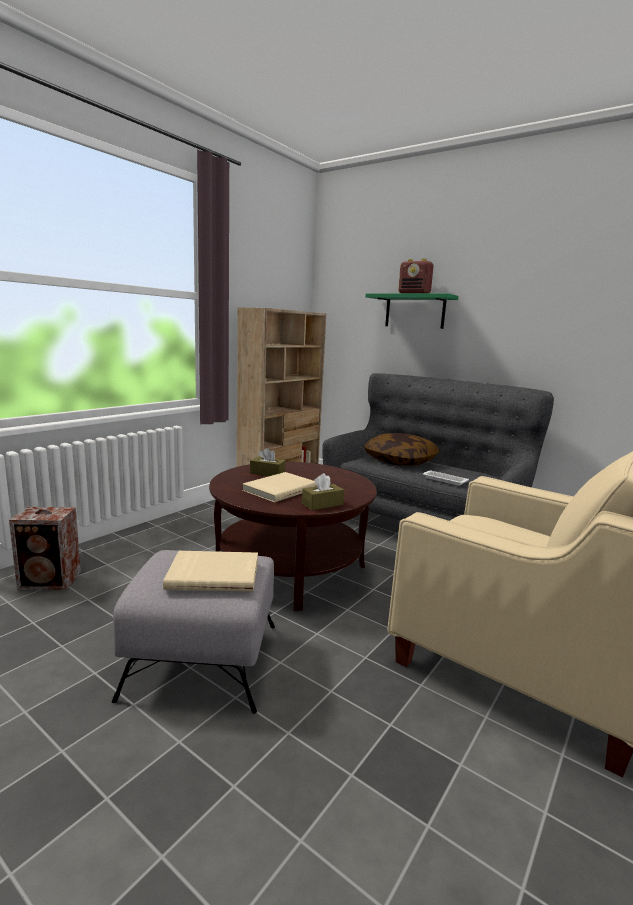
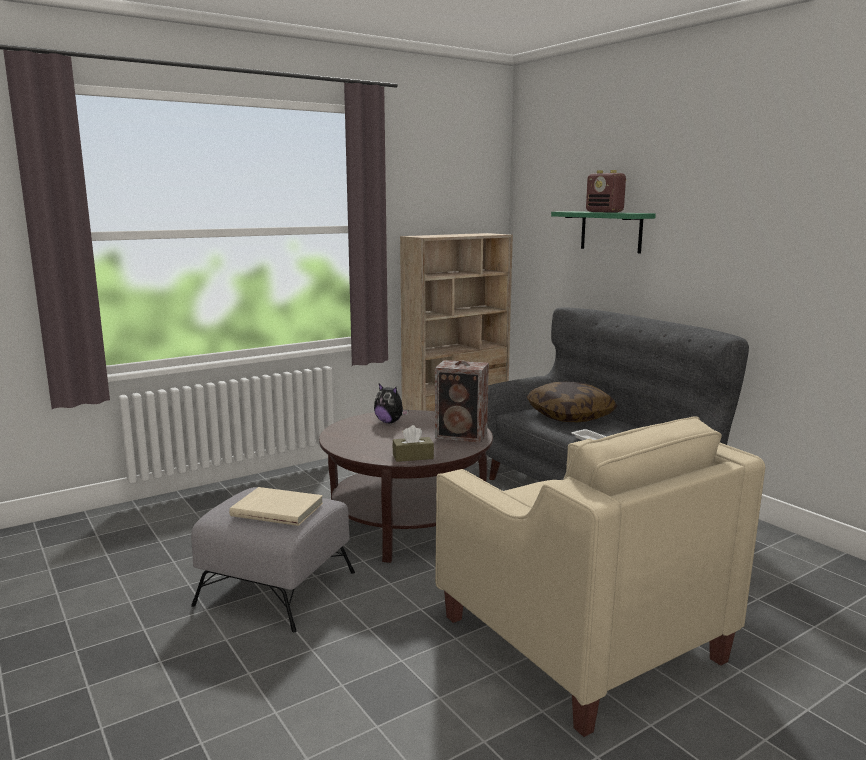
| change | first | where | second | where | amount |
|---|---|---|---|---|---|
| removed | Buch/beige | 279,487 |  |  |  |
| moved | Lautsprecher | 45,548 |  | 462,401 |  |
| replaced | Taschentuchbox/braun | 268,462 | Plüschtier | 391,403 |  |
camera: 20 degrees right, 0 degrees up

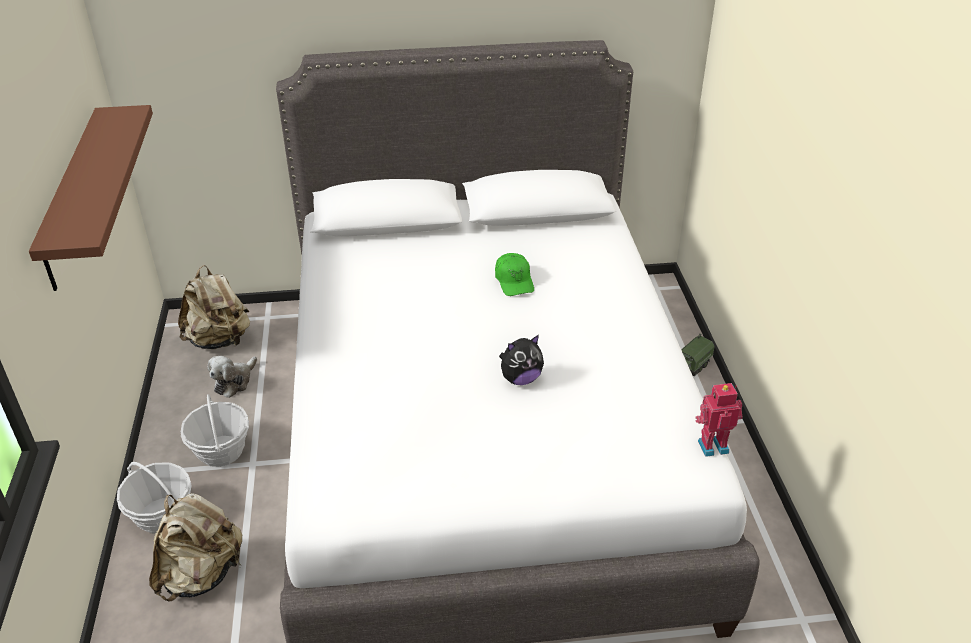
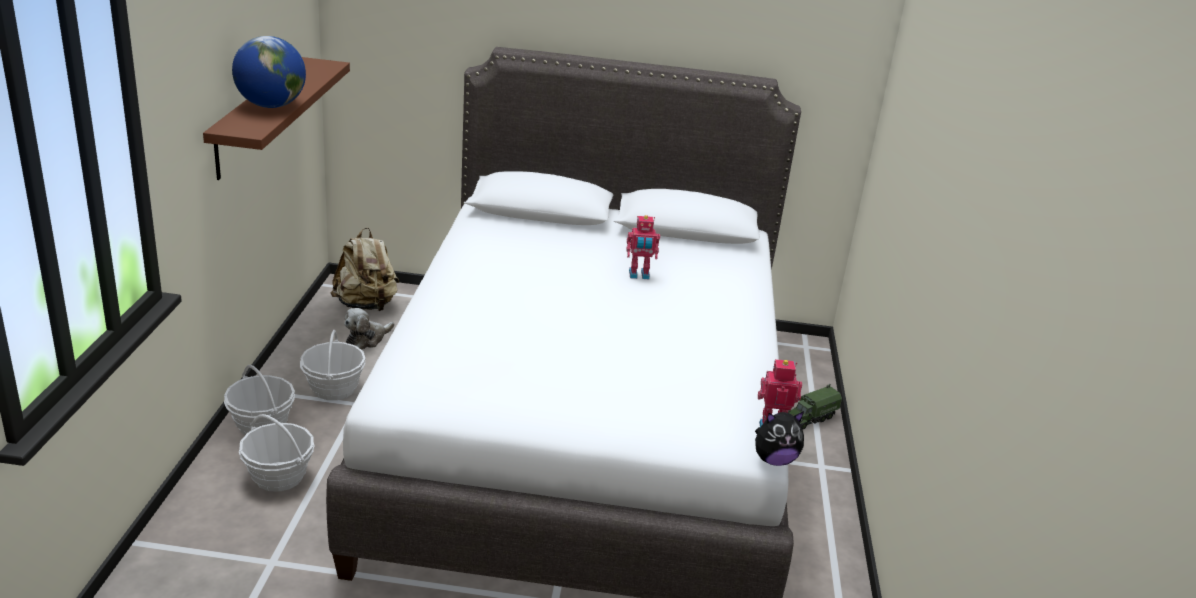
| change | first | where | second | where | amount |
|---|---|---|---|---|---|
| added |  |  | Globus | 269,72 |  |
| moved | Plüschtier | 521,360 |  | 779,438 |  |
| replaced | Rucksack/beige | 195,547 | Korb | 277,453 |  |
| replaced | Kappe/grün | 514,274 | Spielzeugroboter | 643,247 |  |
camera: 10 degrees right, 10 degrees down

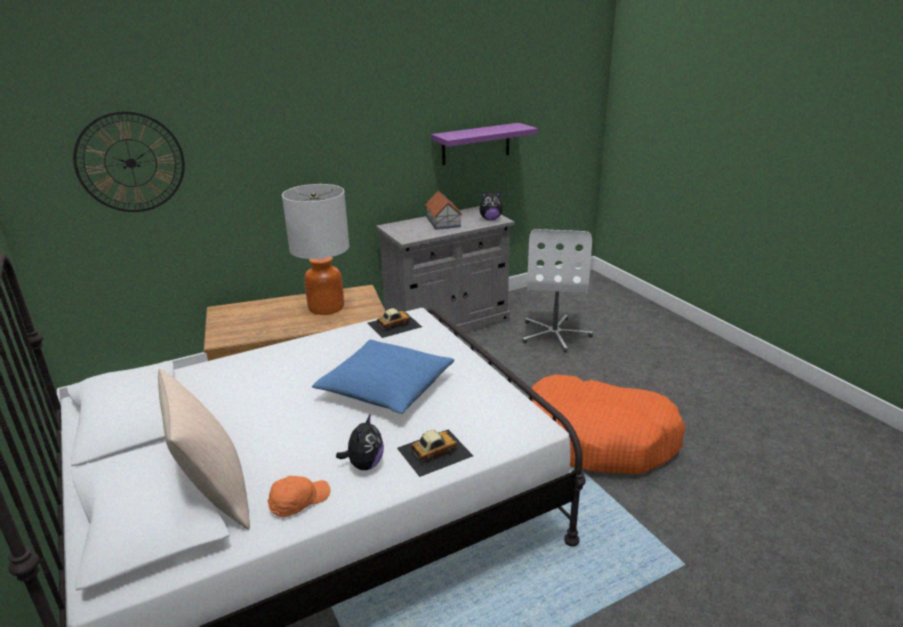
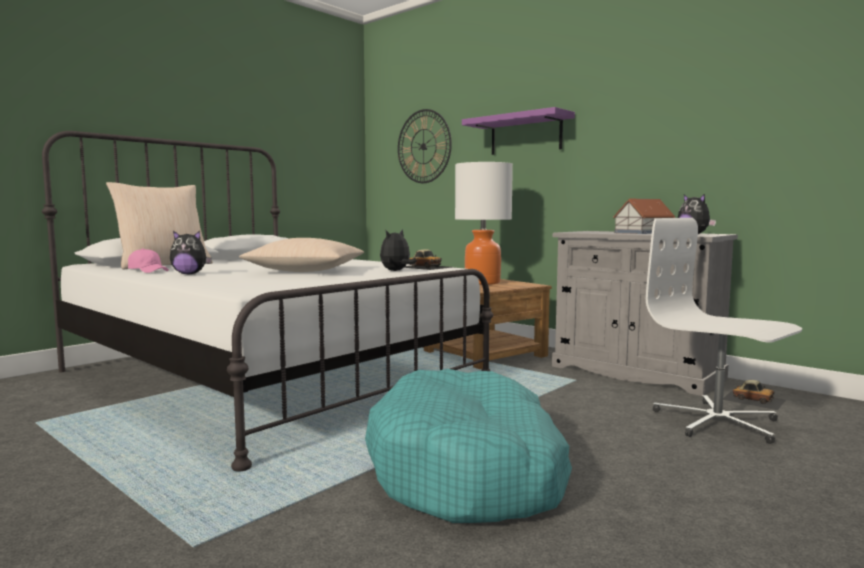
| change | first | where | second | where | amount |
|---|---|---|---|---|---|
| added |  |  | Plüschtier | 398,250 |  |
| moved | Spielzeugauto | 435,453 |  | 754,395 |  |
| moved | Wandregal/lila | 484,144 |  | 518,131 |  |
| recoloured | Kappe/orange | 299,496 | Kappe/rosa | 148,261 |  |
| recoloured | Kissen/blau | 383,377 | Kissen/beige | 301,255 |  |
| recoloured | Hundebett/orange | 608,424 | Hundebett/türkis | 468,446 |  |
| turned | Bürostuhl/weiß | 557,291 |  | 724,331 | 60 degrees clockwise |
camera: 70 degrees right, 20 degrees down

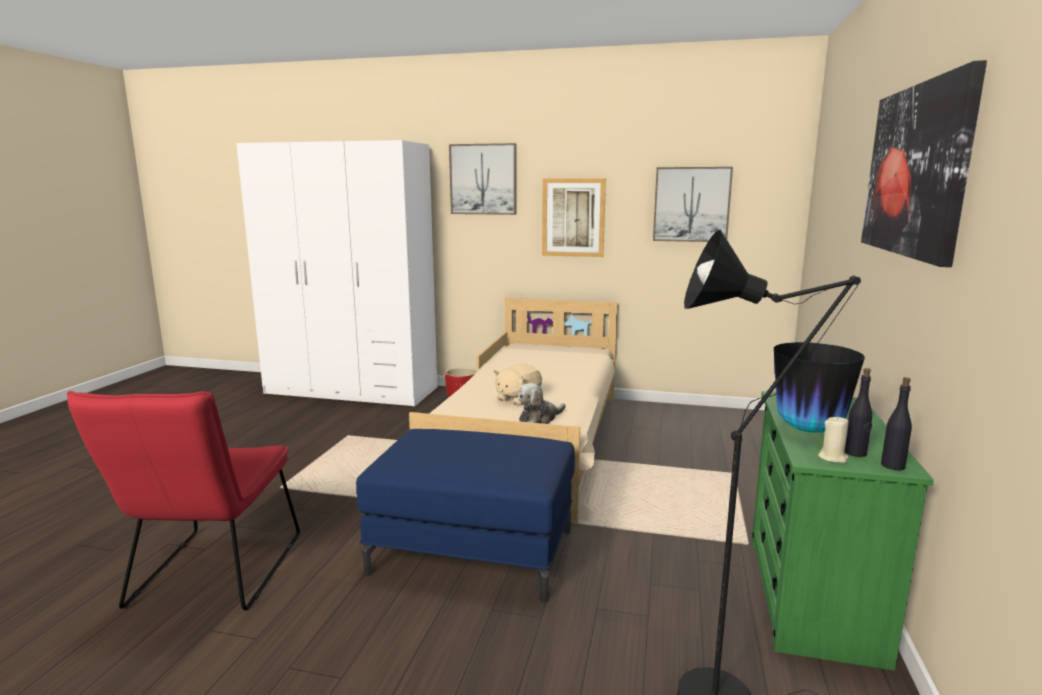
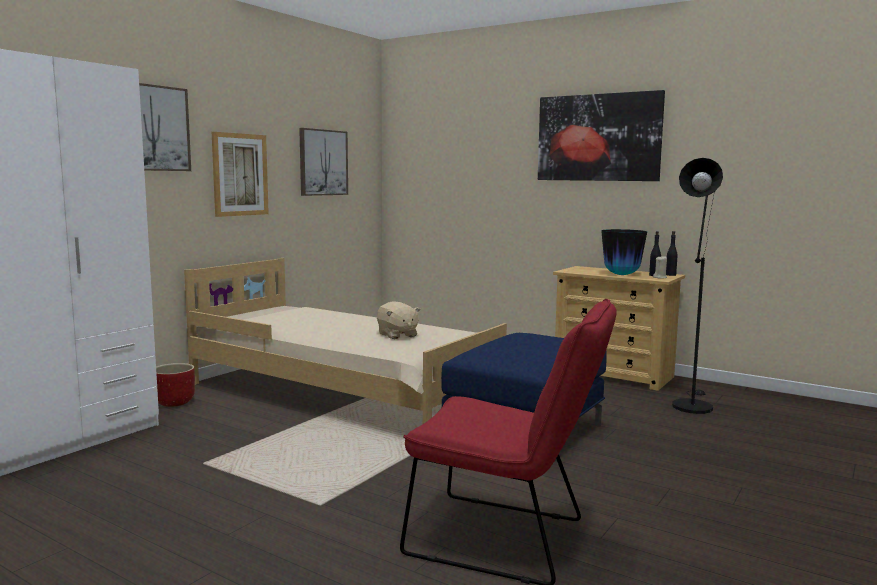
| change | first | where | second | where | amount |
|---|---|---|---|---|---|
| removed | Plüschtier | 541,403 |  |  |  |
| recoloured | Kommode/grün | 842,530 | Kommode/beige | 619,328 |  |
camera: 70 degrees left, 5 degrees down

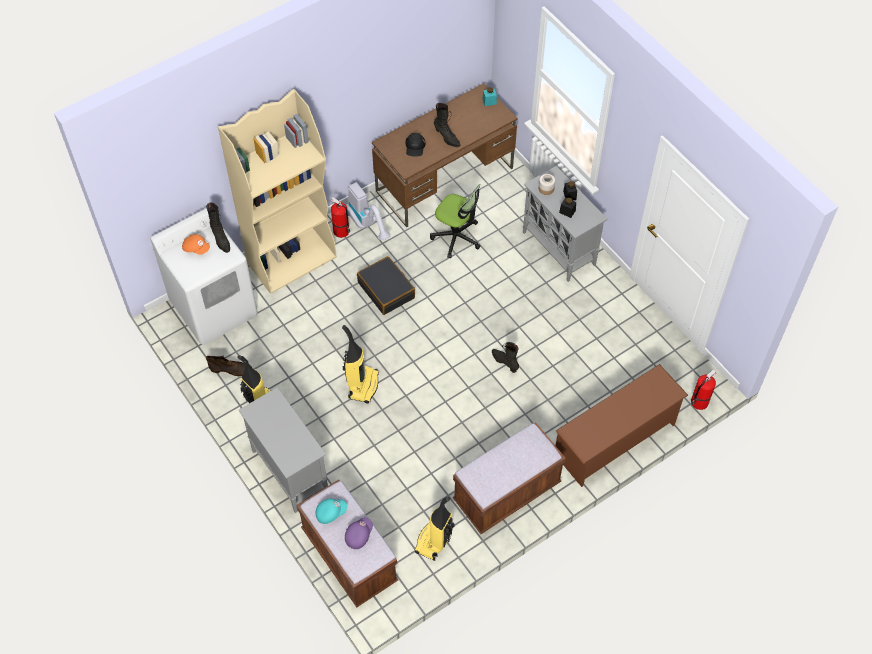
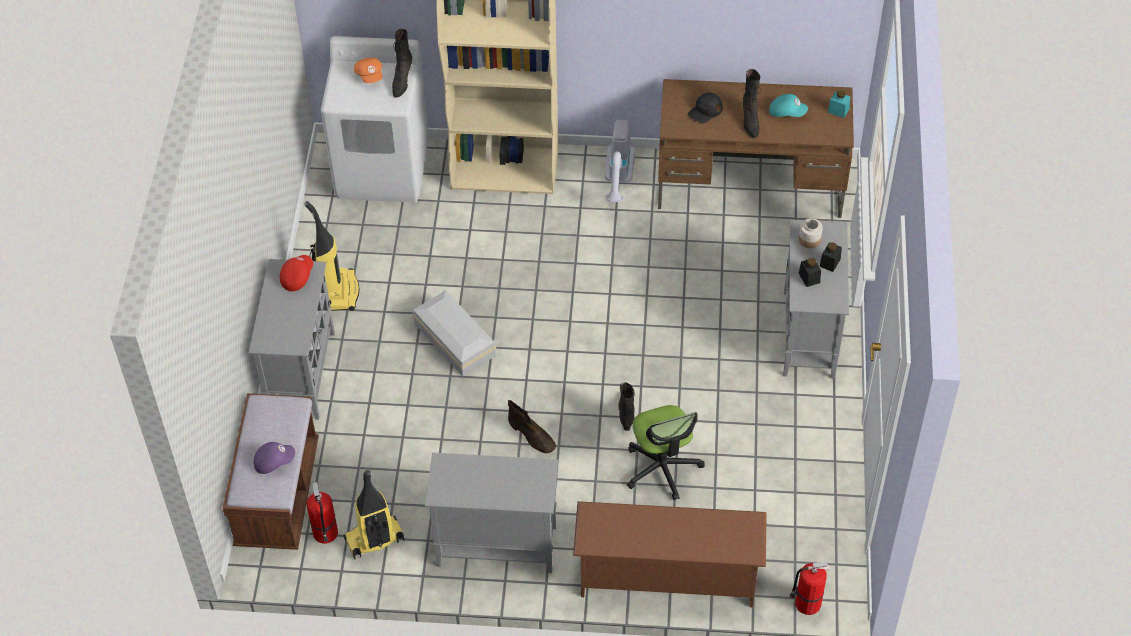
| change | first | where | second | where | amount |
|---|---|---|---|---|---|
| removed | Koffer/schwarz | 386,285 |  |  |  |
| added |  |  | Kappe/rot | 296,273 |  |
| moved | Stiefel/braun | 229,366 |  | 532,427 |  |
| moved | Kappe/türkis | 331,511 |  | 788,105 |  |
| moved | Feuerlöscher | 340,217 |  | 322,513 |  |
| moved | Bürostuhl | 455,221 |  | 666,452 |  |
| replaced | Staubsauger | 360,364 | Aufbewahrungsbox/weiß | 454,333 |  |
| replaced | Bank/braun | 509,478 | Schrank/grau | 491,513 |  |
camera: 40 degrees right, 5 degrees down

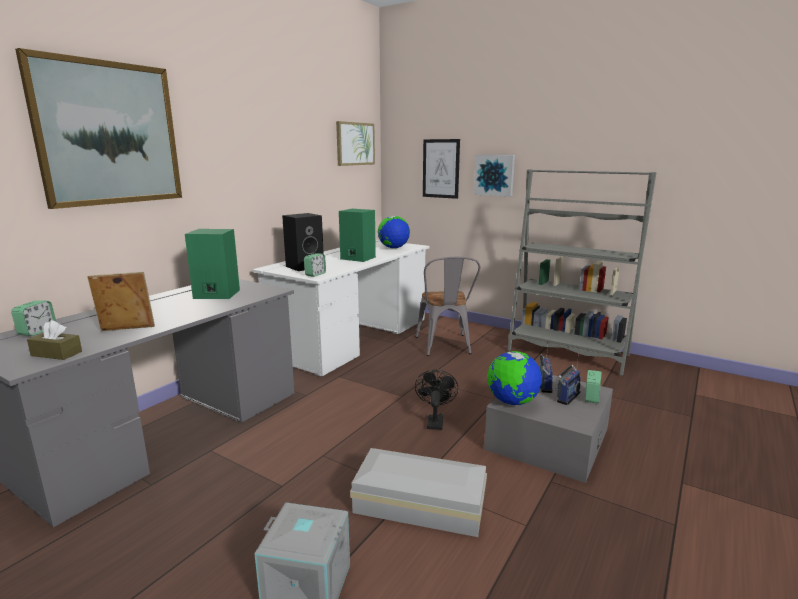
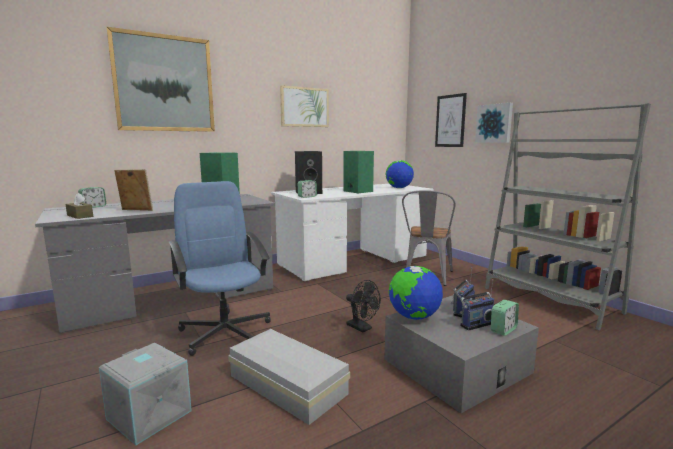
| change | first | where | second | where | amount |
|---|---|---|---|---|---|
| added |  |  | Bürostuhl/blau | 219,268 |  |
| moved | Bild | 355,143 |  | 304,106 |  |
| turned | Ventilator/schwarz | 437,400 |  | 363,306 | 105 degrees clockwise |
camera: 25 degrees right, 5 degrees down

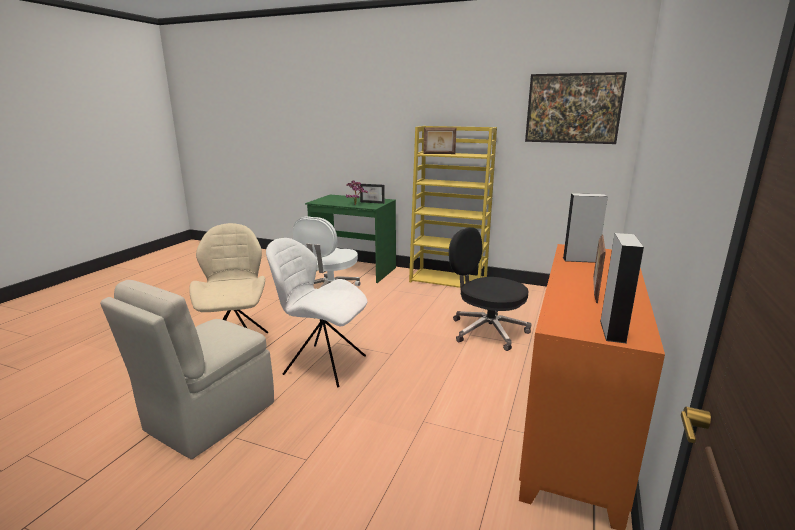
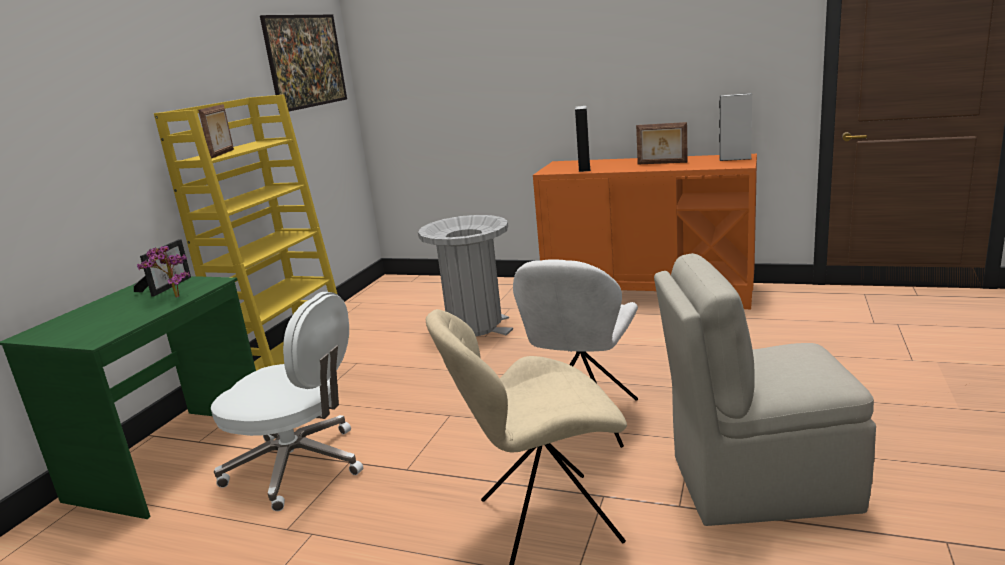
| change | first | where | second | where | amount |
|---|---|---|---|---|---|
| replaced | Bürostuhl/schwarz | 490,289 | Mülleimer/grau | 465,275 |  |
| turned | Stuhl/beige | 187,369 |  | 765,389 | 150 degrees clockwise |
camera: 90 degrees left, 0 degrees up

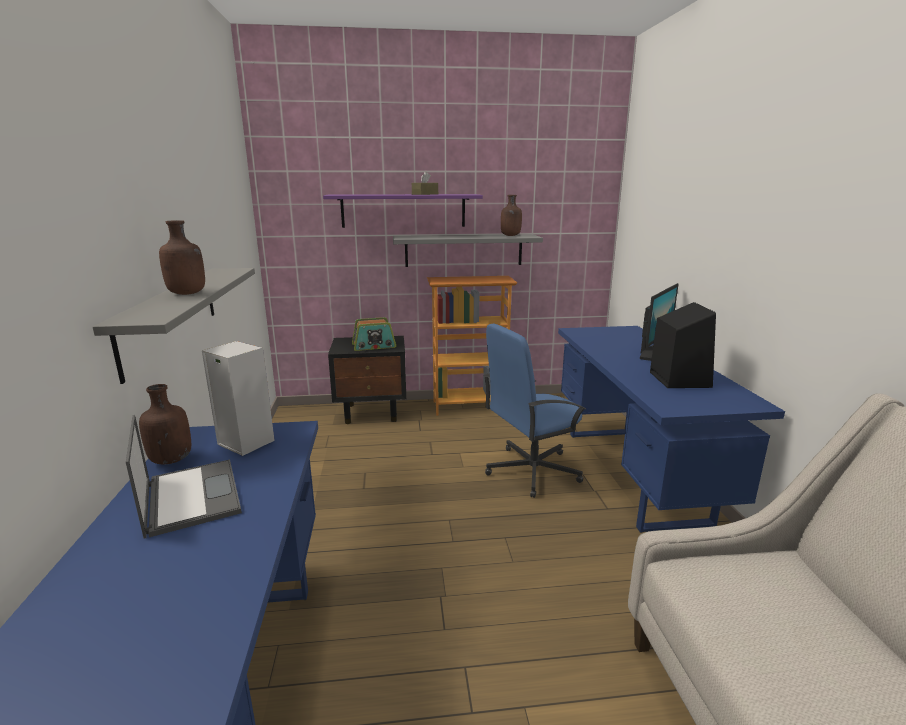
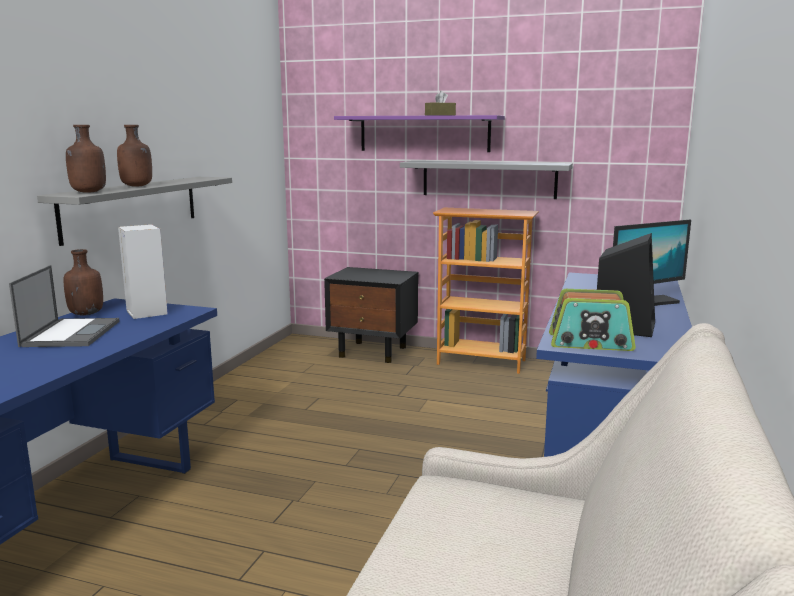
| change | first | where | second | where | amount |
|---|---|---|---|---|---|
| removed | Bürostuhl/blau | 535,411 |  |  |  |
| moved | Radio | 374,334 |  | 592,320 |  |
| moved | Flasche/braun | 511,215 |  | 86,159 |  |
camera: 25 degrees right, 5 degrees down

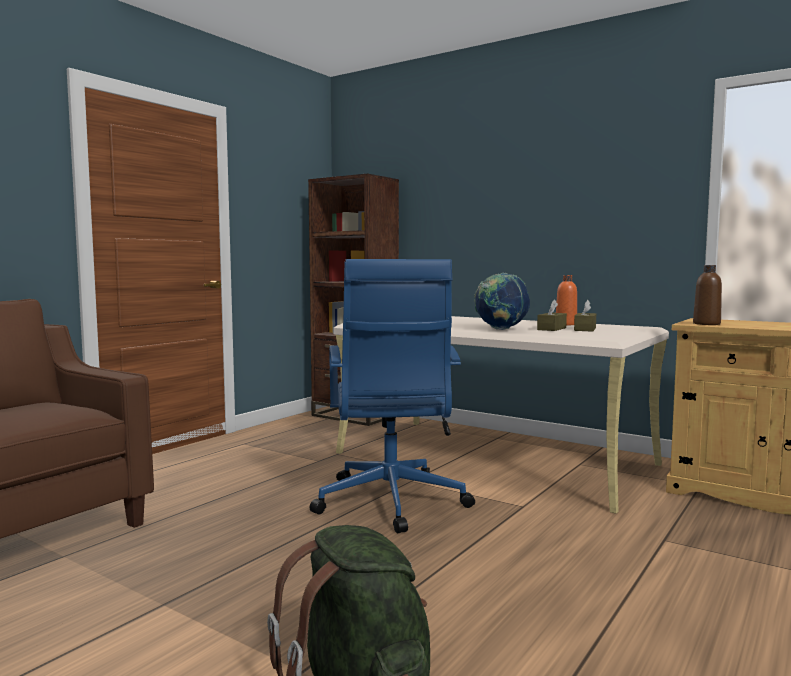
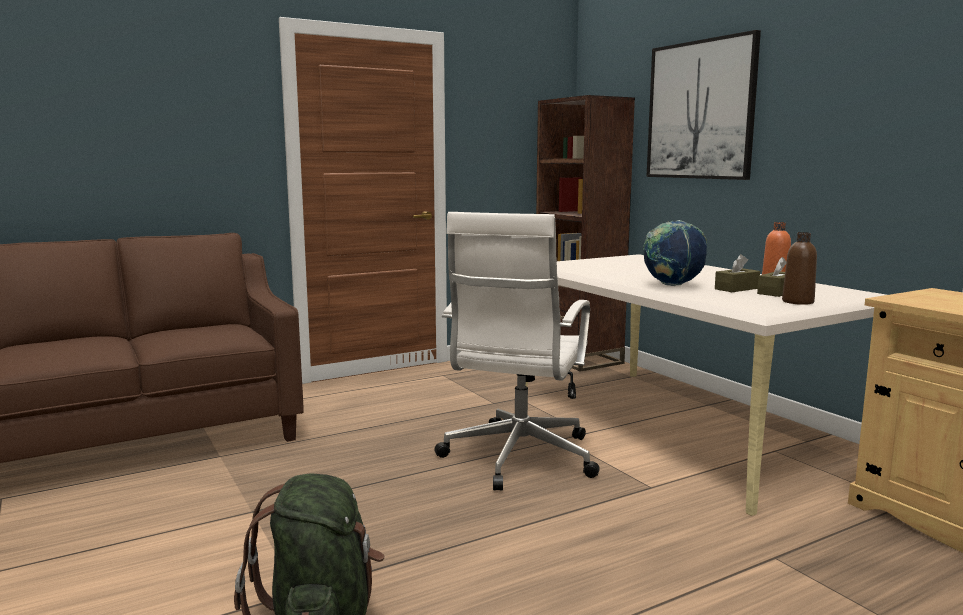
| change | first | where | second | where | amount |
|---|---|---|---|---|---|
| added |  |  | Bild | 703,105 |  |
| moved | Flasche/braun | 707,295 |  | 799,268 |  |
| recoloured | Bürostuhl/blau | 392,396 | Bürostuhl/weiß | 517,351 |  |
camera: 25 degrees right, 5 degrees up

